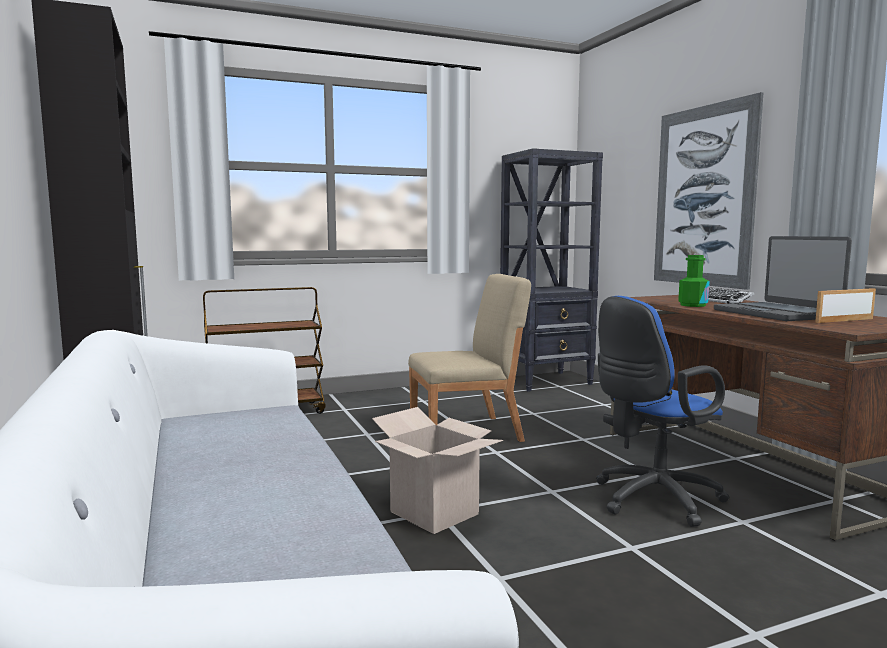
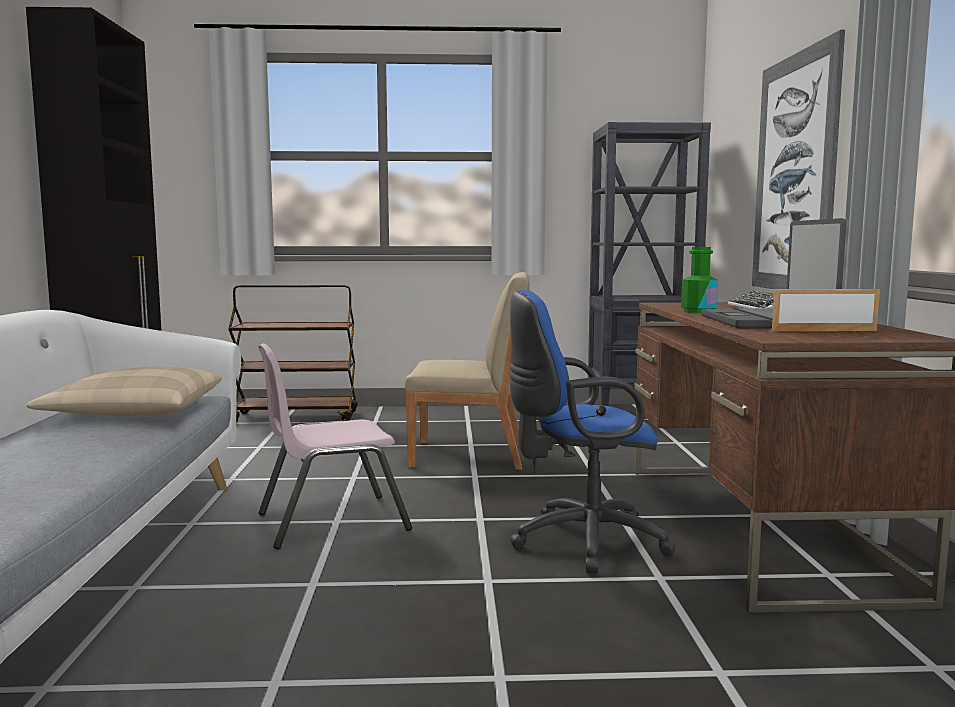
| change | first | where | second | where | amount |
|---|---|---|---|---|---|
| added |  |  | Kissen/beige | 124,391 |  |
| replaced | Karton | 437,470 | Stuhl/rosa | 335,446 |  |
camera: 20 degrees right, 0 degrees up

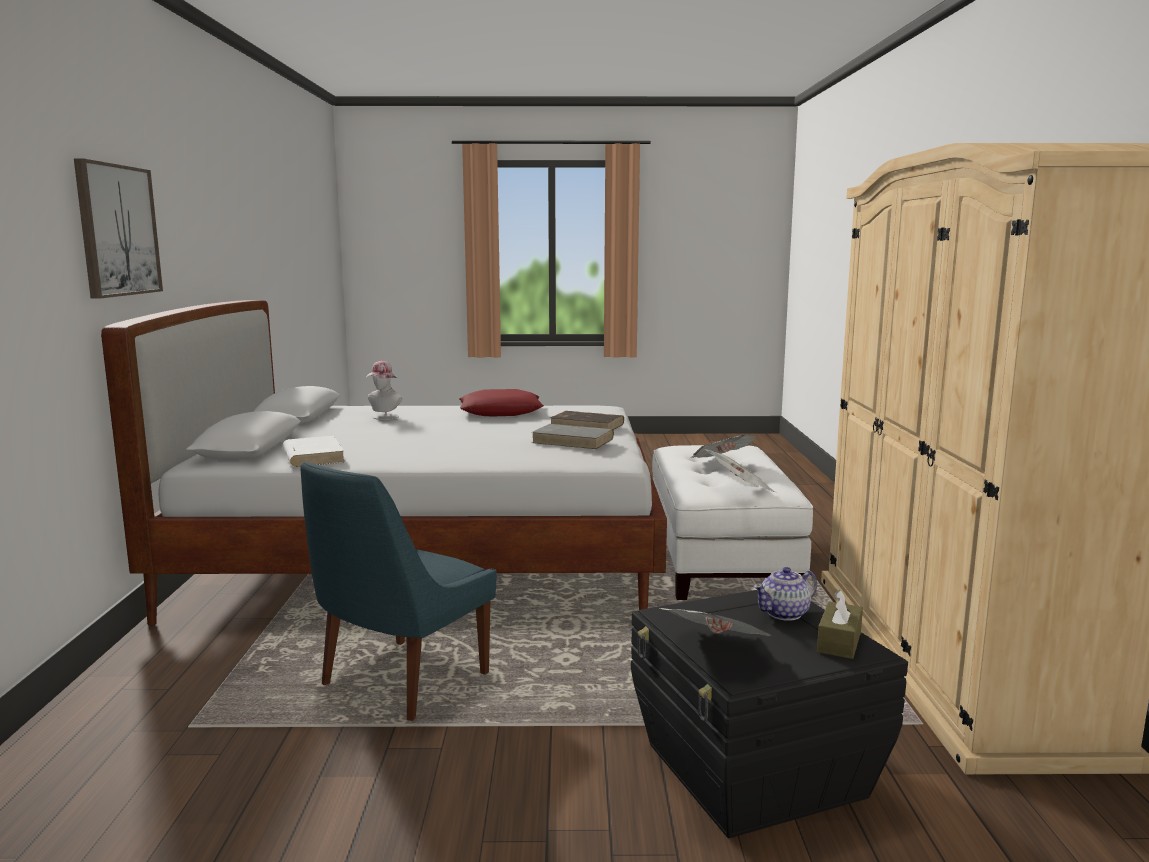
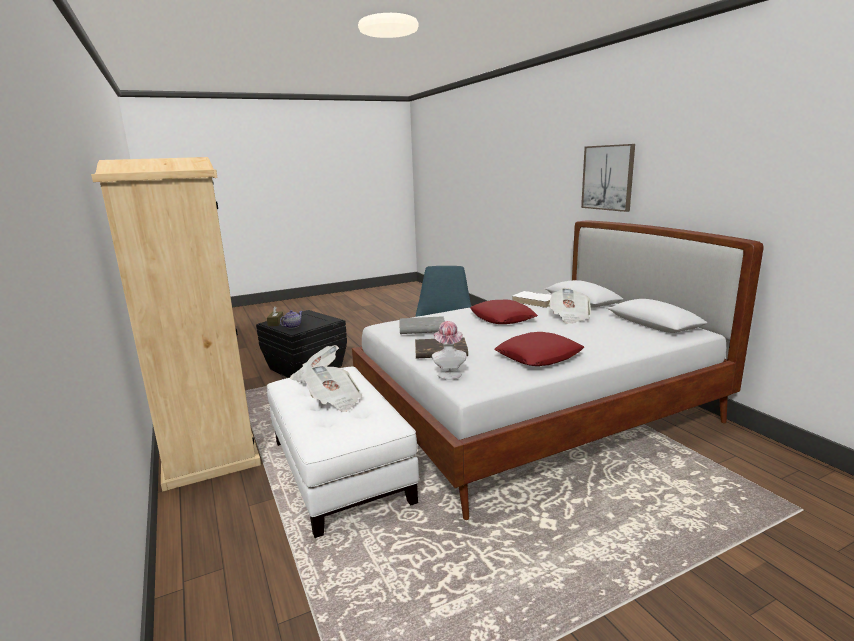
| change | first | where | second | where | amount |
|---|---|---|---|---|---|
| added |  |  | Kissen/rot | 503,312 |  |
| moved | Hut | 384,390 |  | 449,350 |  |
| moved | Zeitung | 716,622 |  | 570,306 |  |
camera: 155 degrees right, 5 degrees up

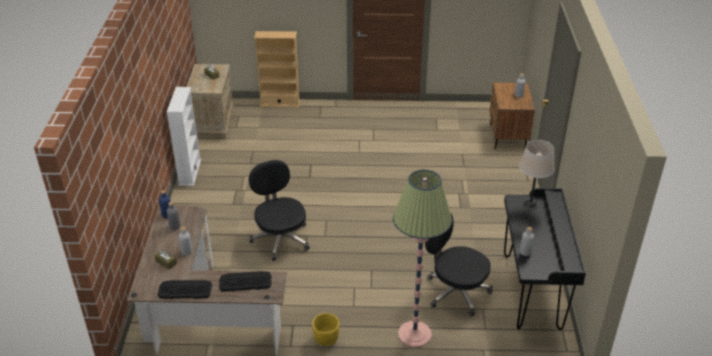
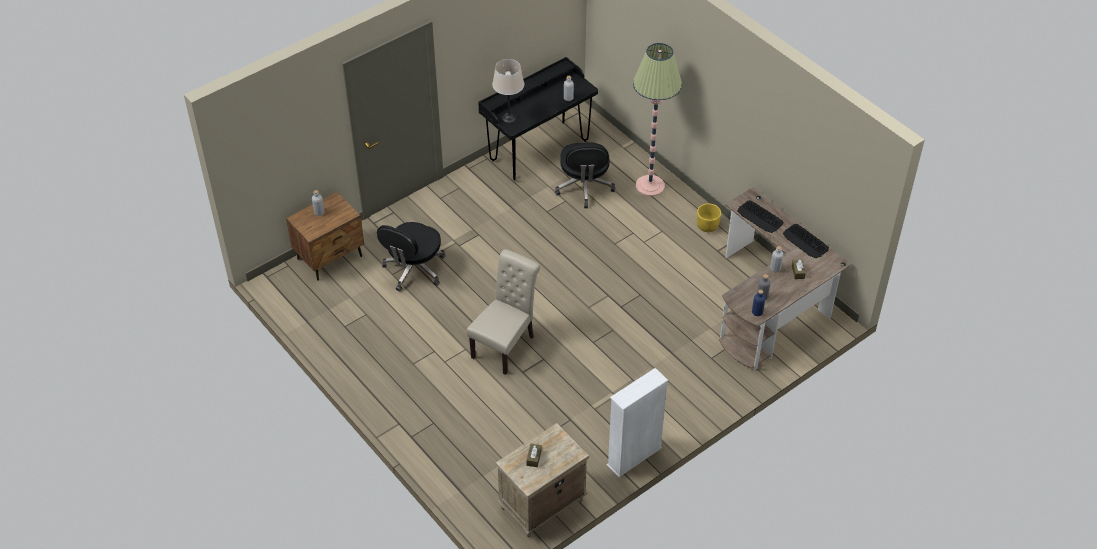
| change | first | where | second | where | amount |
|---|---|---|---|---|---|
| removed | Bücherregal/beige | 277,69 |  |  |  |
| added |  |  | Stuhl/beige | 503,312 |  |
| moved | Bürostuhl/schwarz | 279,210 |  | 411,256 |  |
camera: 130 degrees left, 10 degrees up

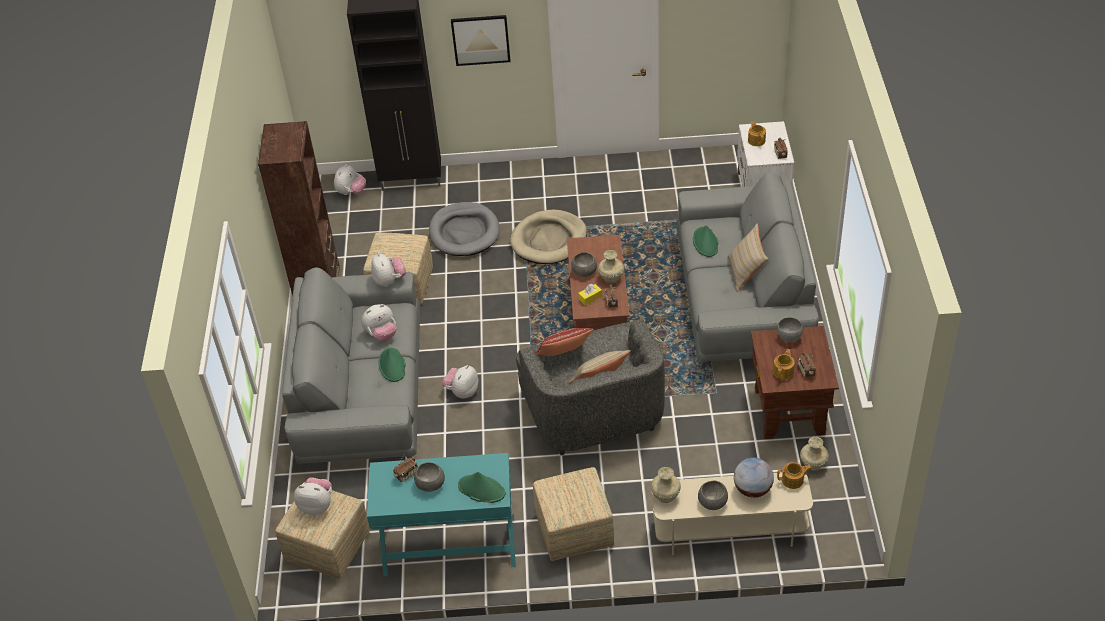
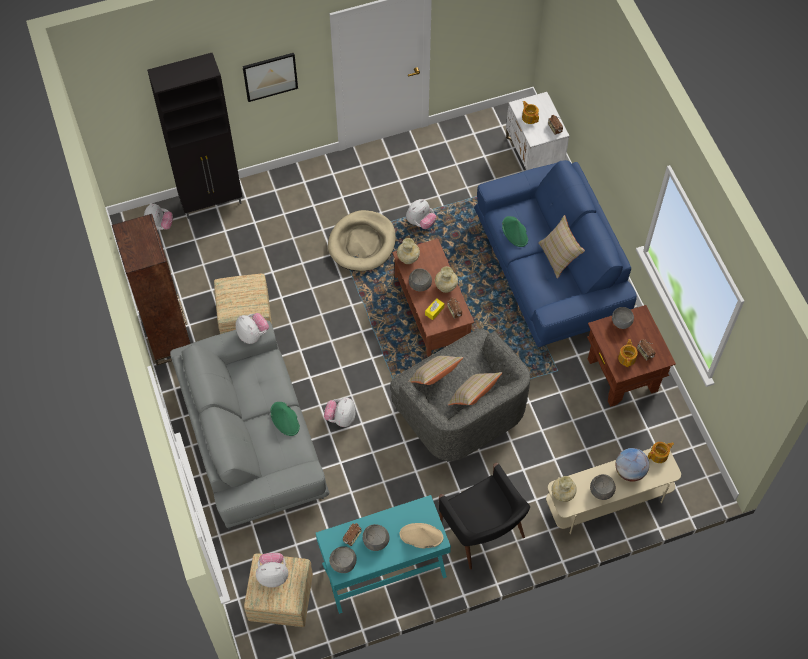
| change | first | where | second | where | amount |
|---|---|---|---|---|---|
| removed | Hundebett/grau | 464,229 |  |  |  |
| added |  |  | Schüssel/grau | 343,559 |  |
| moved | Plüschtier | 378,322 |  | 421,214 |  |
| moved | Vase/beige | 814,453 |  | 408,251 |  |
| replaced | Polsterhocker | 573,514 | Sessel/schwarz | 484,516 |  |
| recoloured | Hut/grün | 481,487 | Hut/beige | 421,535 |  |
| recoloured | Kissen/rot | 564,342 | Kissen/beige | 435,370 |  |
| recoloured | Sofa/grau | 747,270 | Sofa/blau | 555,254 |  |
camera: 20 degrees left, 15 degrees up

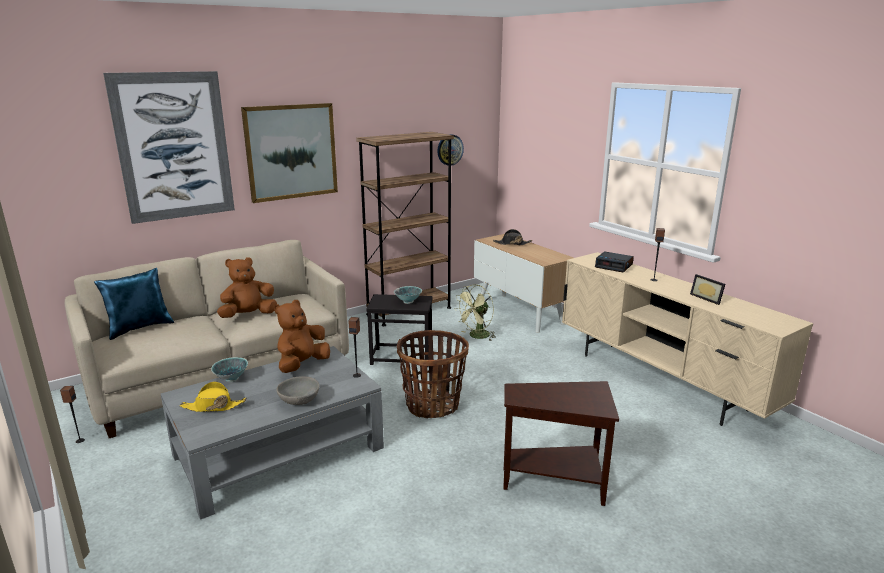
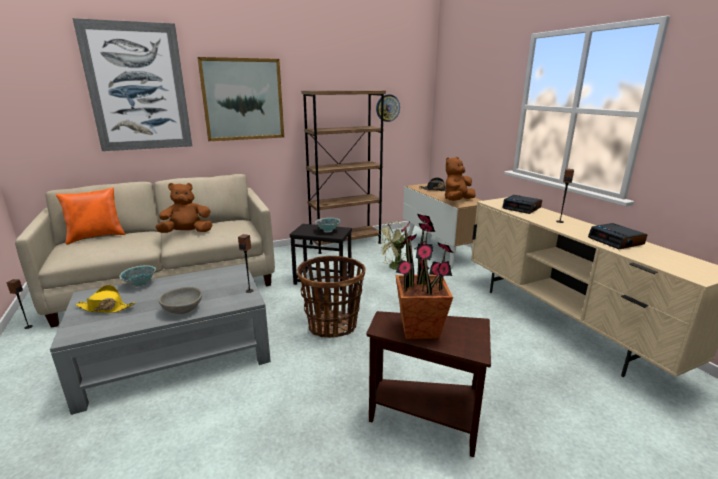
| change | first | where | second | where | amount |
|---|---|---|---|---|---|
| added |  |  | Topfpflanze | 424,276 |  |
| moved | Plüschtier/braun | 302,336 |  | 460,179 |  |
| replaced | Bilderrahmen | 707,289 | Wecker | 617,236 |  |
| recoloured | Kissen/blau | 134,304 | Kissen/orange | 91,216 |  |
camera: 10 degrees right, 0 degrees up

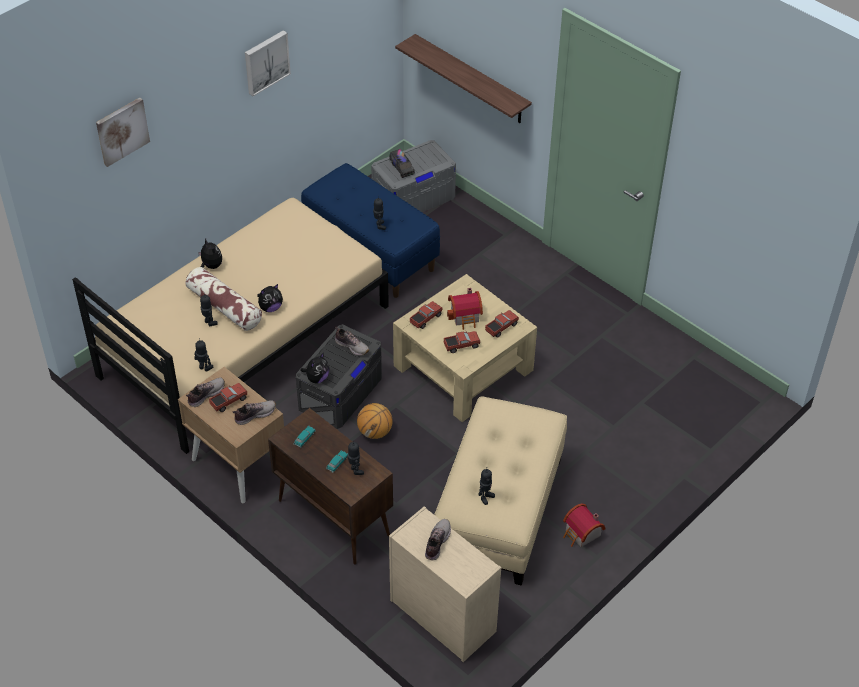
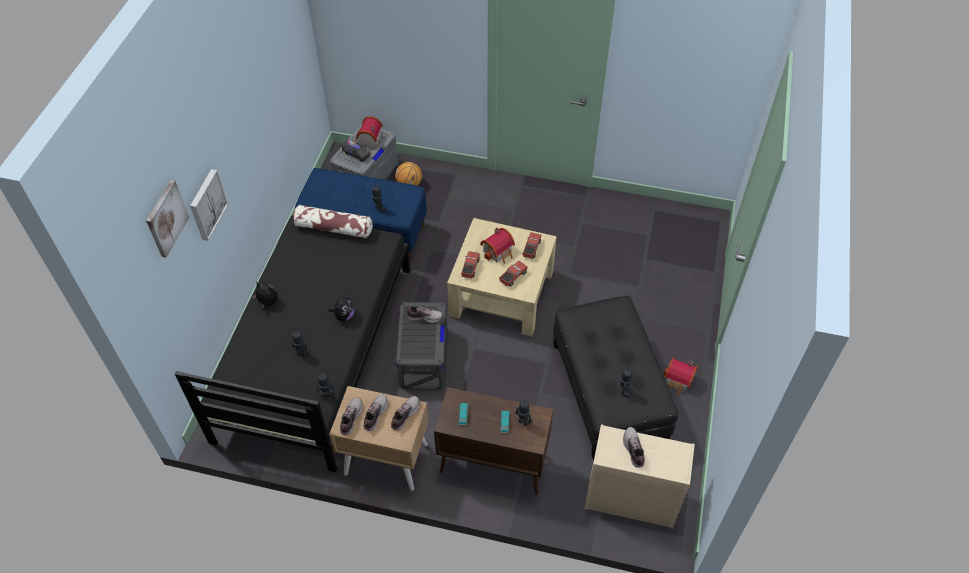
| change | first | where | second | where | amount |
|---|---|---|---|---|---|
| removed | Plüschtier | 315,368 |  |  |  |
| removed | Wandregal | 463,78 |  |  |  |
| added |  |  | Spielzeughaus | 369,131 |  |
| moved | Kissen | 224,299 |  | 333,221 |  |
| moved | Bild | 268,63 |  | 209,205 |  |
| moved | Basketball | 375,421 |  | 408,174 |  |
| replaced | Spielzeuglaster | 228,397 | Schuh | 375,412 |  |
| recoloured | Bett/beige | 230,326 | Bett/schwarz | 292,343 |  |
| recoloured | Polsterhocker/beige | 500,491 | Polsterhocker/schwarz | 616,378 |  |
camera: 30 degrees left, 5 degrees up

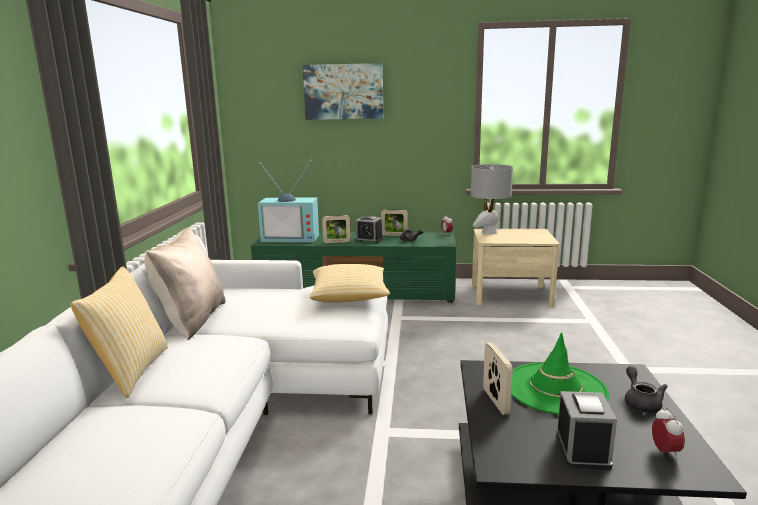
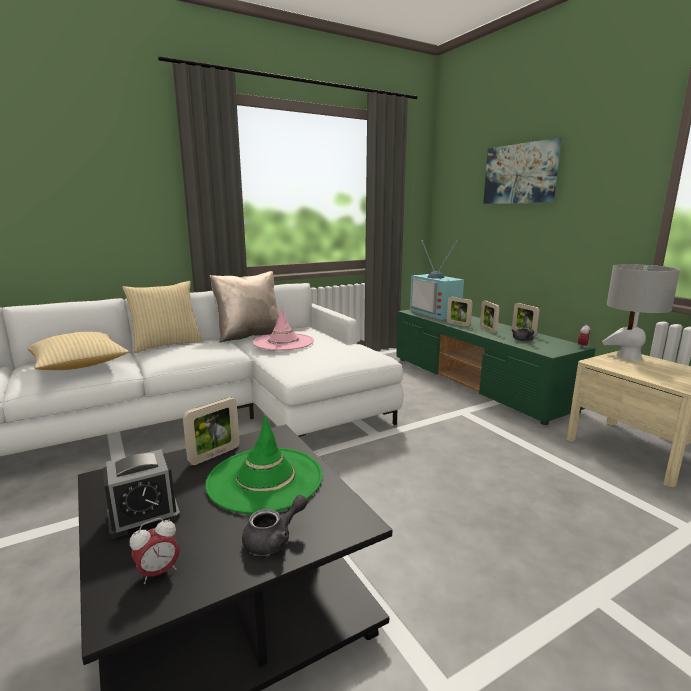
| change | first | where | second | where | amount |
|---|---|---|---|---|---|
| added |  |  | Hut/rosa | 283,328 |  |
| moved | Kissen | 350,283 |  | 78,350 |  |
| replaced | Wecker | 369,229 | Bilderrahmen | 490,317 |  |
camera: 55 degrees right, 0 degrees up

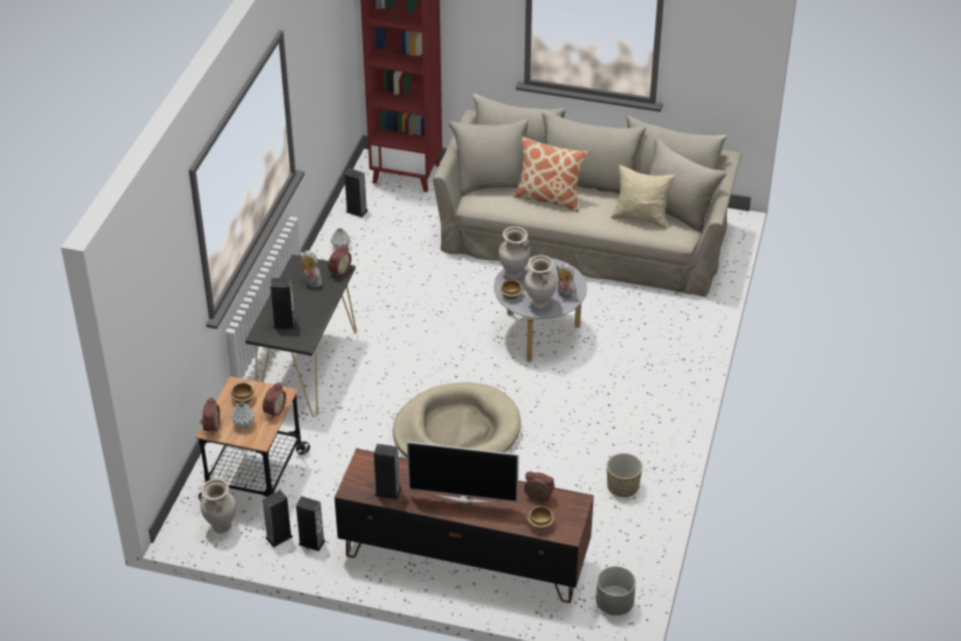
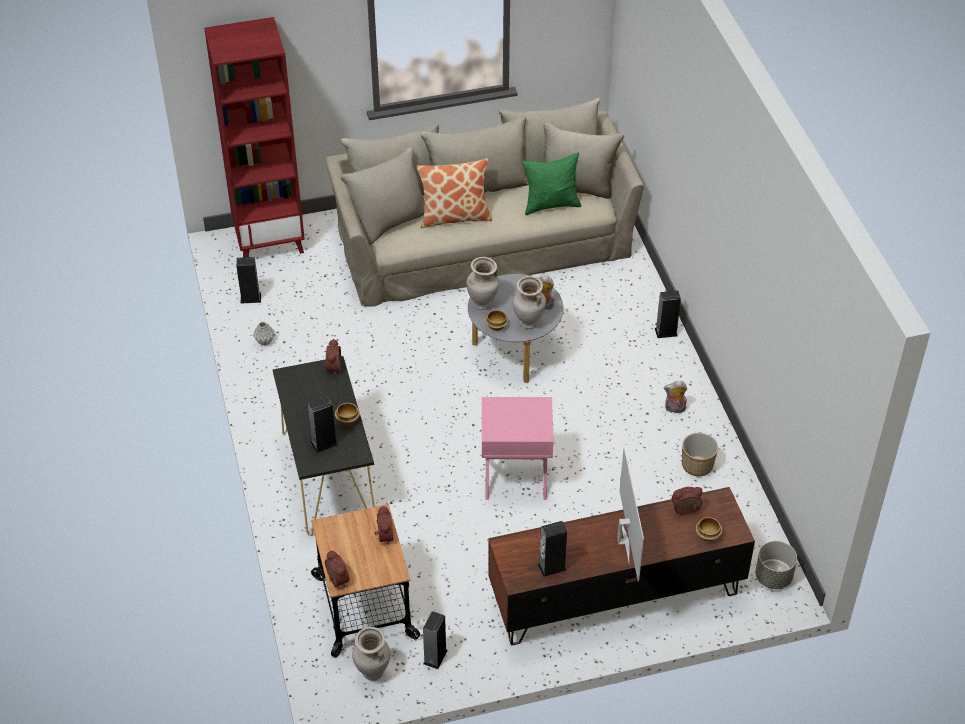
| change | first | where | second | where | amount |
|---|---|---|---|---|---|
| removed | Vase/grau | 243,415 |  |  |  |
| moved | Schüssel | 242,393 |  | 347,414 |  |
| moved | Lautsprecher | 311,523 |  | 668,314 |  |
| moved | Plüschtier | 310,268 |  | 675,397 |  |
| replaced | Hundebett/beige | 457,419 | Beistelltisch/rosa | 518,448 |  |
| recoloured | Kissen/beige | 643,197 | Kissen/grün | 551,183 |  |
| turned | Fernseher | 463,472 |  | 630,514 | 75 degrees counterclockwise |
camera: 30 degrees left, 5 degrees up

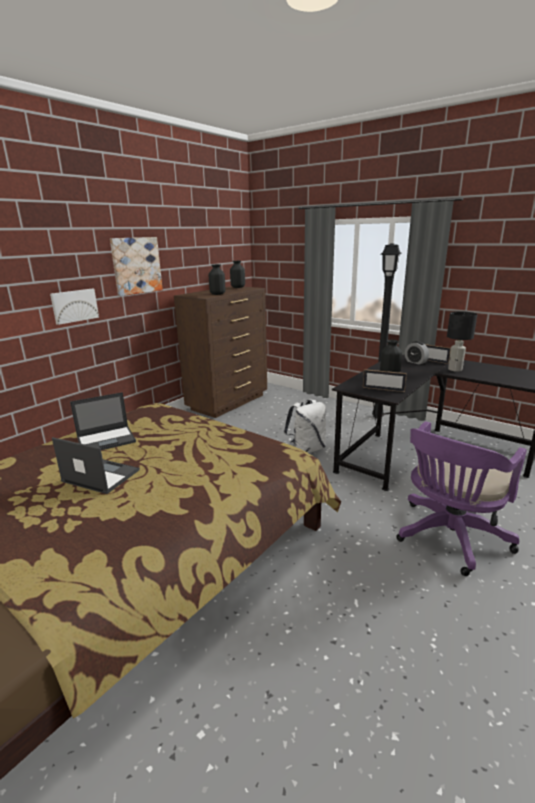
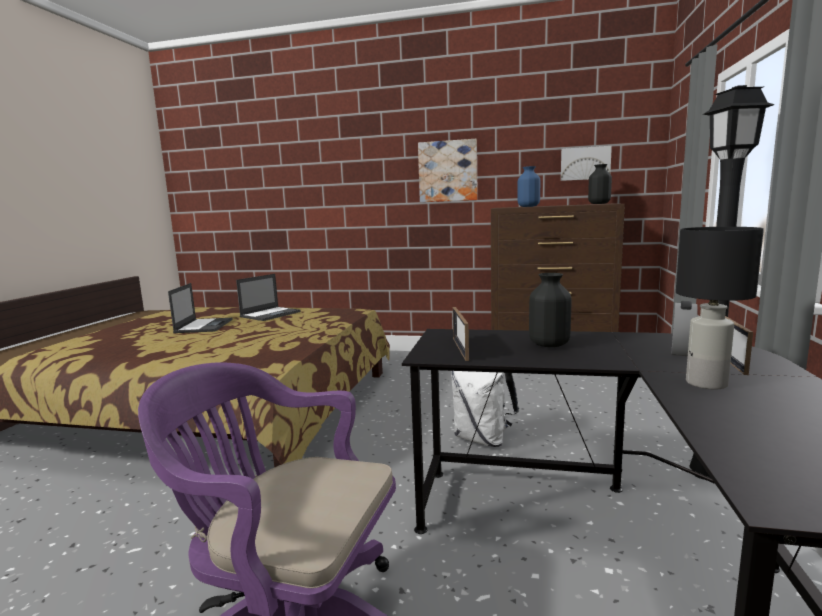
| change | first | where | second | where | amount |
|---|---|---|---|---|---|
| moved | Bild | 74,307 |  | 586,163 |  |
| recoloured | Vase/schwarz | 217,279 | Vase/blau | 528,186 |  |
| turned | Laptop | 103,421 |  | 268,297 | 90 degrees counterclockwise |
camera: 65 degrees right, 10 degrees down

